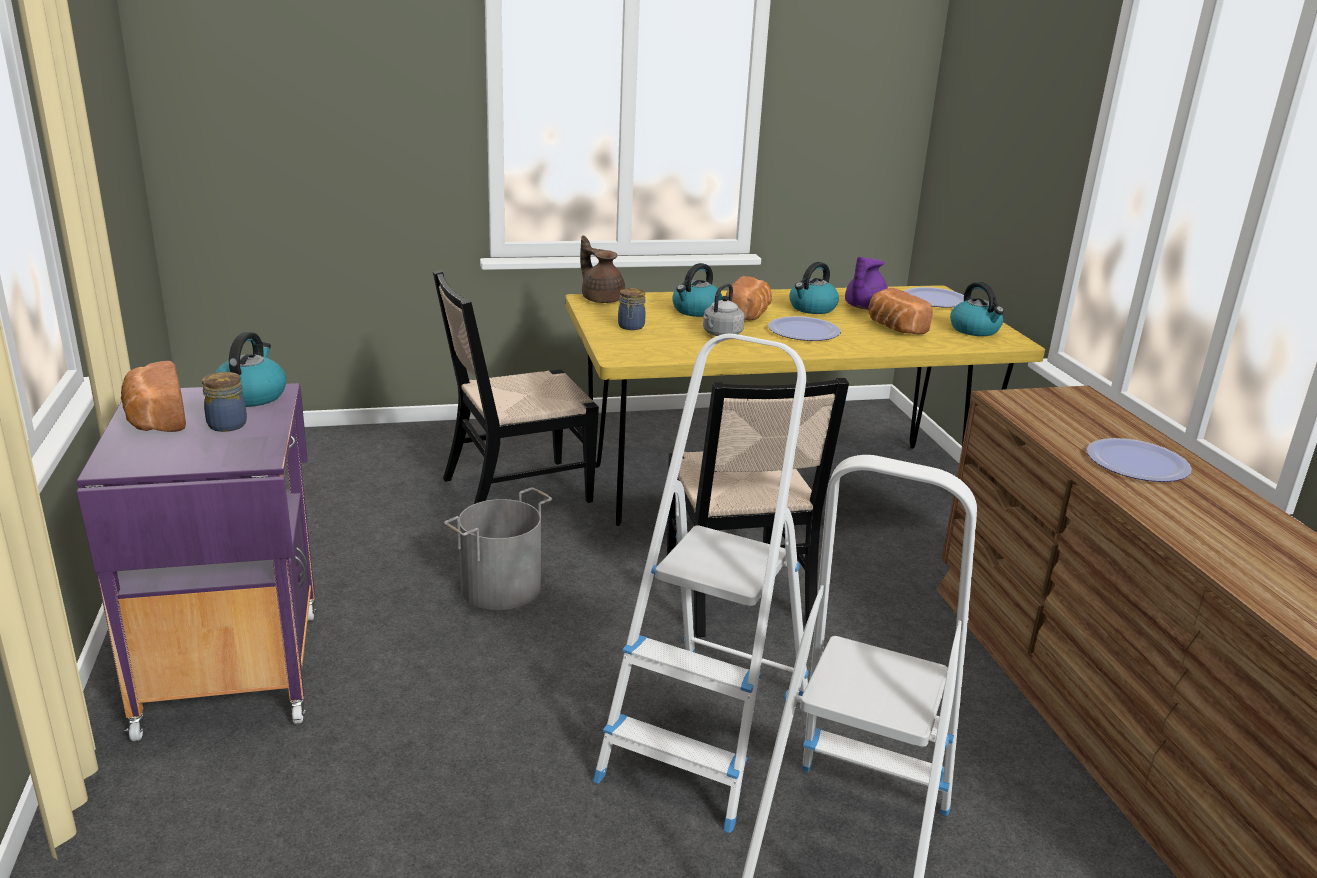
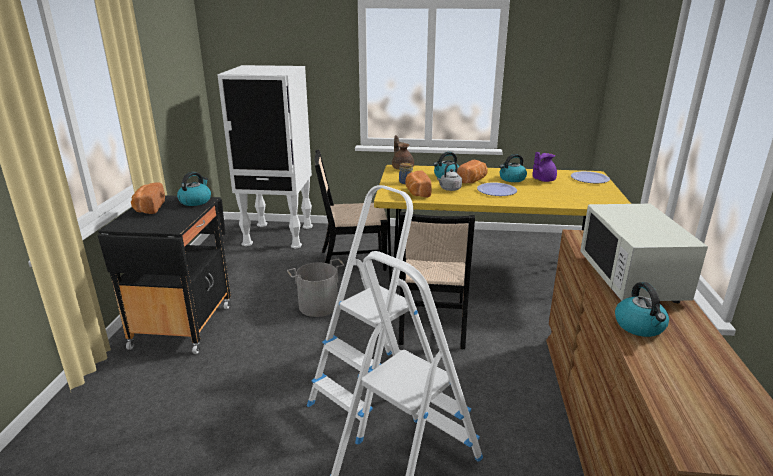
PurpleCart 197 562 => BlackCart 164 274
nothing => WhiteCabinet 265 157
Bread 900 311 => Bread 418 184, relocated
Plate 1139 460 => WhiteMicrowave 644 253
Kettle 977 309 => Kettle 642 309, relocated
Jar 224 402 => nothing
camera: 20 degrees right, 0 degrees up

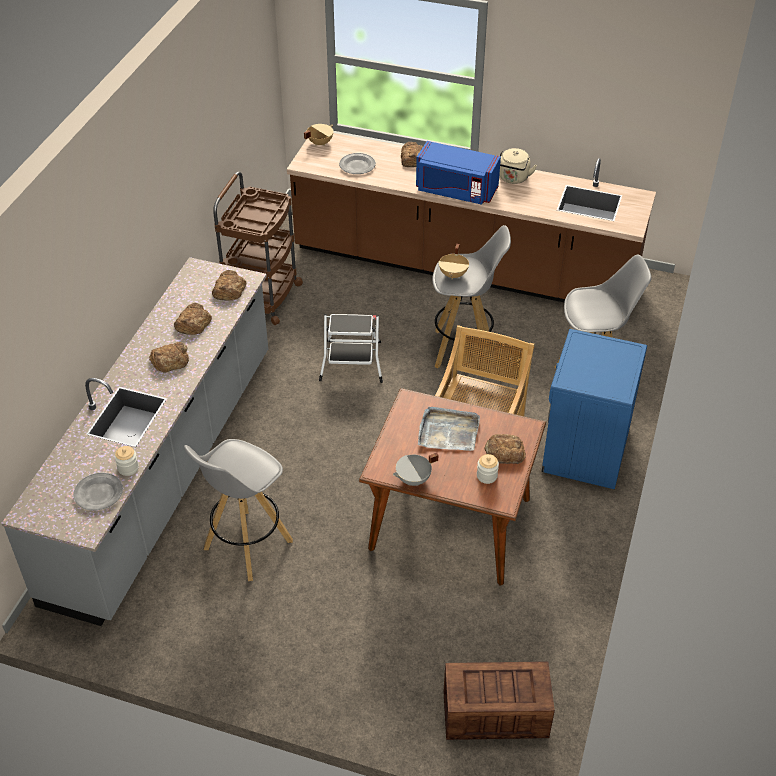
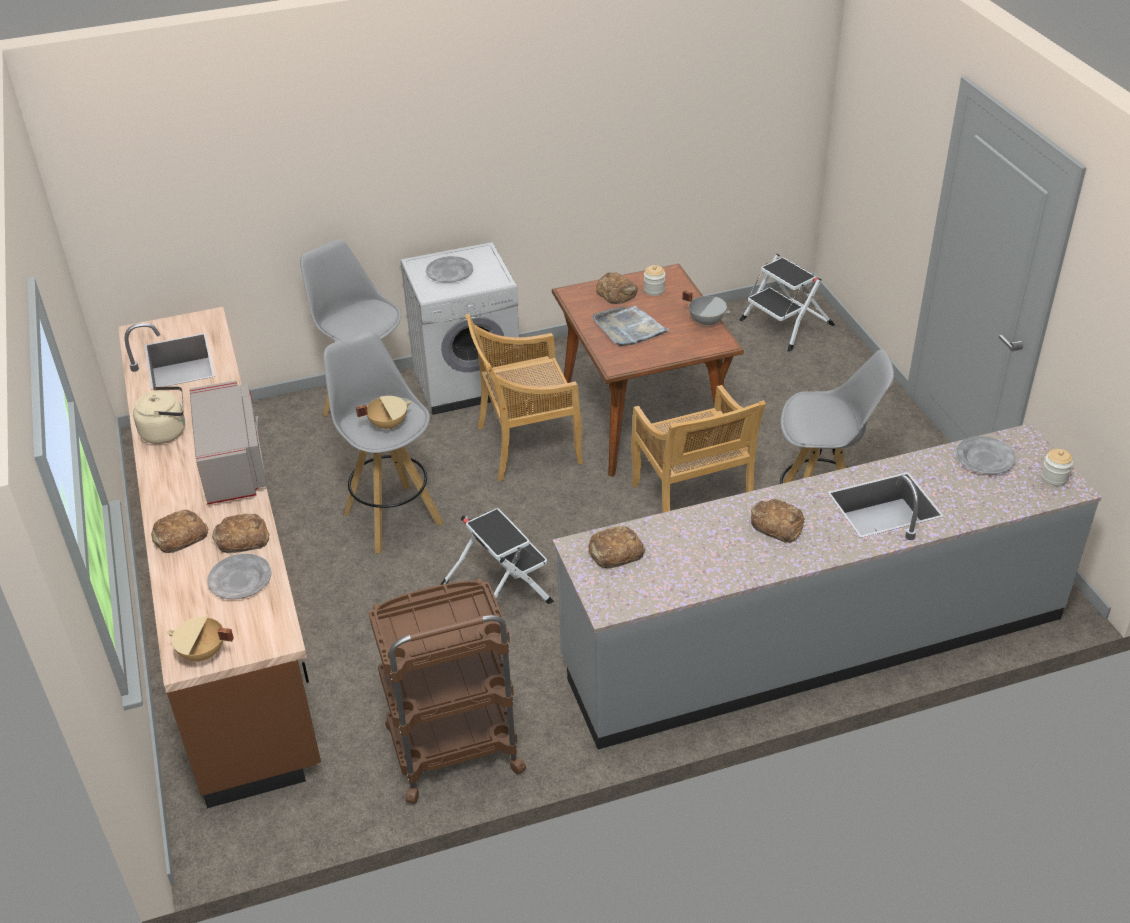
BlueMicrowave 458 173 => GreyMicrowave 228 442
Bread 193 319 => Bread 241 533, relocated
BlueWashingMachine 594 409 => WhiteWashingMachine 461 328
nothing => GreyPlate 449 269
nothing => BeigeChair 698 449
Crate 499 700 => StepLadder 787 303
Jar 126 461 => Jar 1057 467, relocated
camera: 125 degrees left, 5 degrees down

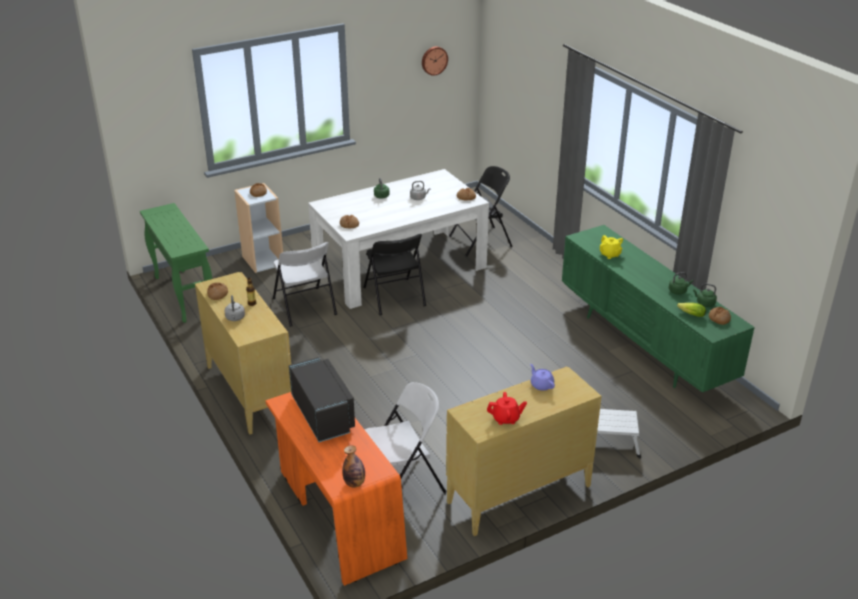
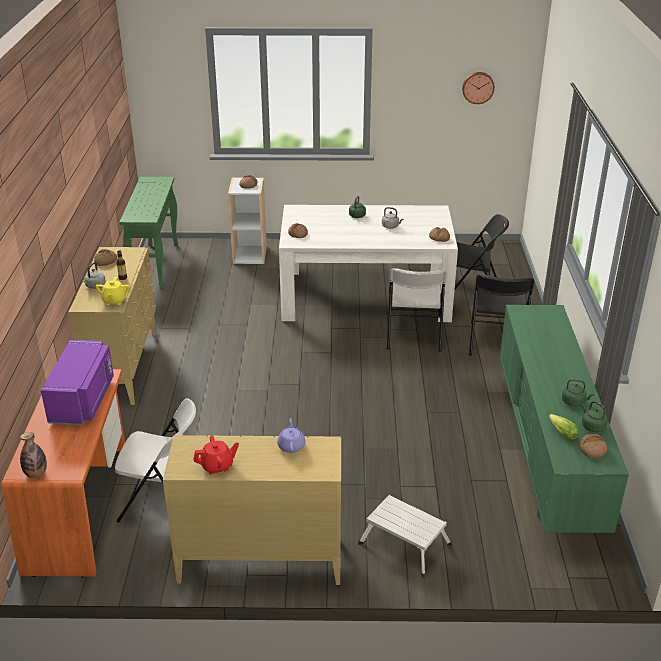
BlackMicrowave 322 399 => PurpleMicrowave 77 382
YellowTeapot 611 247 => YellowTeapot 112 291, relocated
RedTeapot 507 408 => RedTeapot 216 455, 45 degrees counterclockwise
WhiteChair 304 284 => WhiteChair 417 310, relocated
BlackChair 394 274 => BlackChair 501 315, relocated
camera: 30 degrees right, 0 degrees up

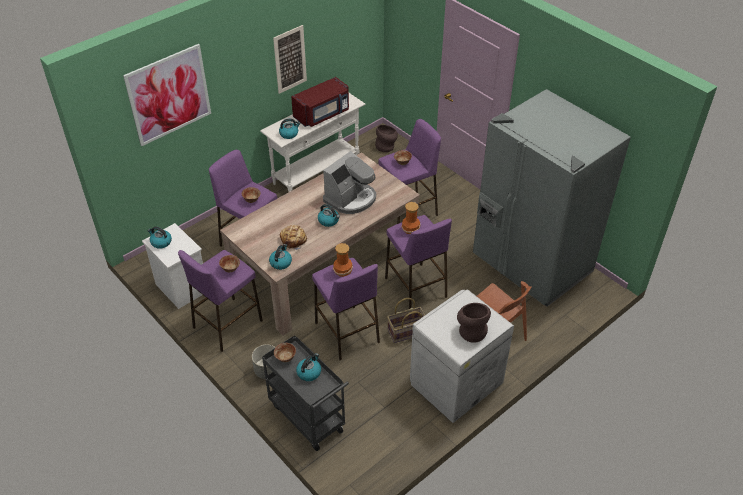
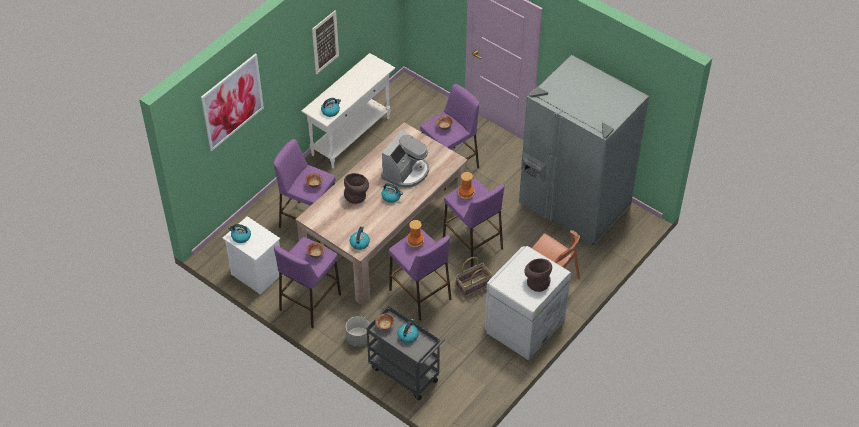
BrownVase 386 138 => BrownVase 356 188, relocated
Bread 293 238 => nothing
RedMicrowave 320 102 => nothing
camera: 10 degrees left, 5 degrees up

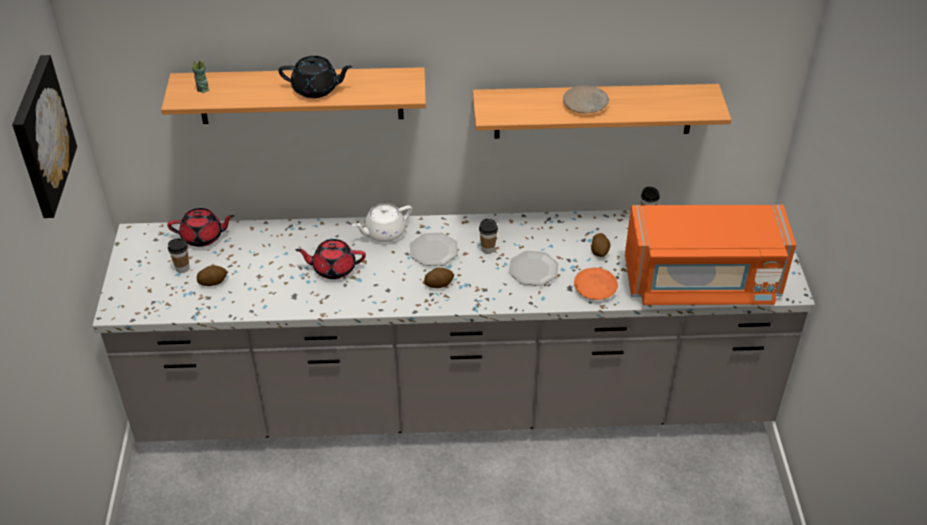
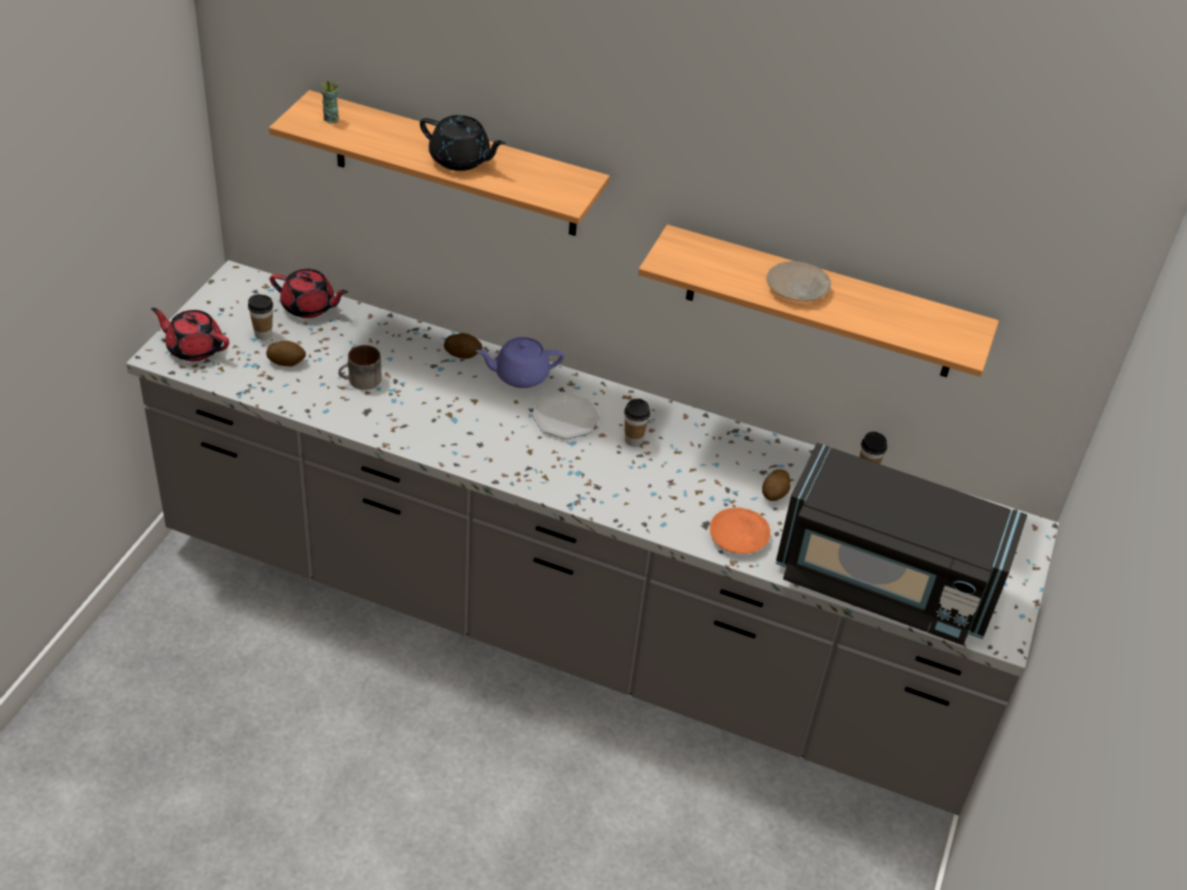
RedTeapot 331 259 => RedTeapot 190 334, relocated
nothing => Mug 360 367
Potato 439 278 => Potato 463 346, relocated
WhiteTeapot 382 222 => PurpleTeapot 520 362
OrangeMicrowave 710 255 => BlackMicrowave 901 544
Picture 44 136 => nothing
Plate 533 268 => nothing
camera: 20 degrees right, 0 degrees up

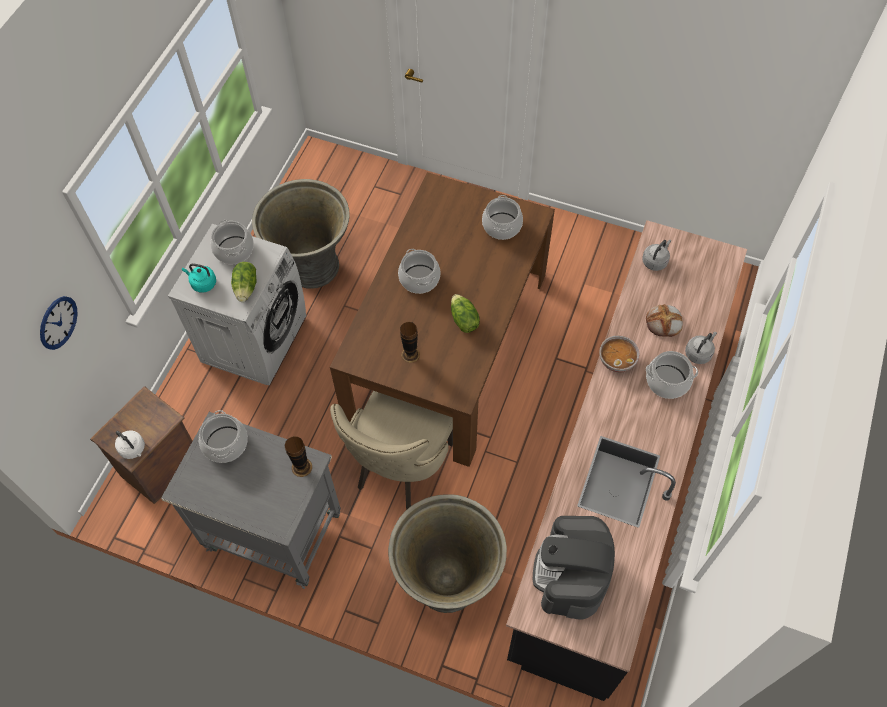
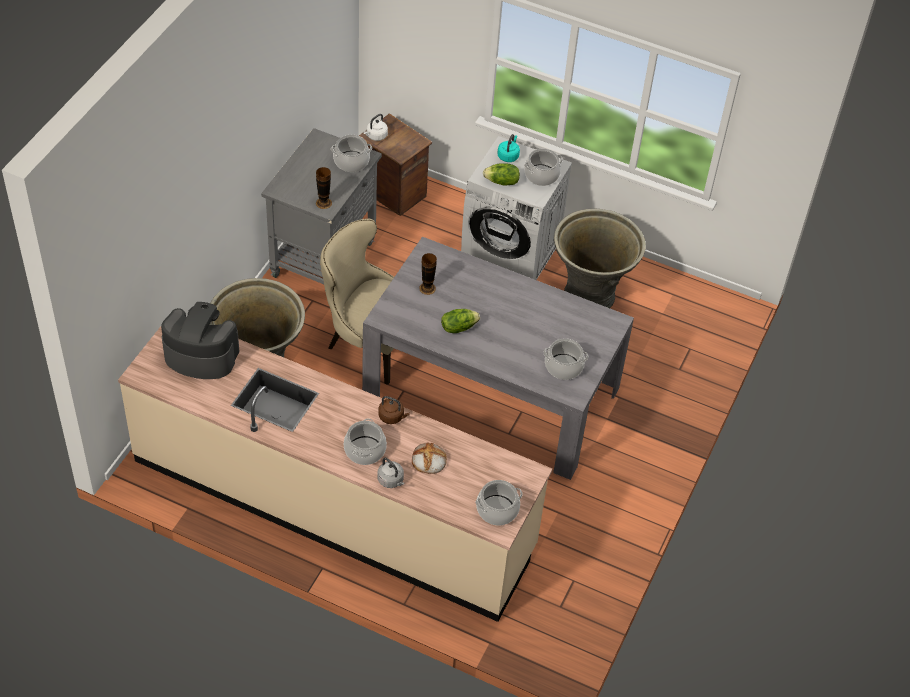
BlackCounter 626 460 => BeigeCounter 335 474
BrownDiningTable 442 319 => GreyDiningTable 498 358
Bowl 619 354 => BrownKettle 394 410
CookingPot 419 271 => CookingPot 499 502, relocated
WallClock 59 323 => nothing
GreyKettle 656 255 => nothing
camera: 90 degrees right, 10 degrees down

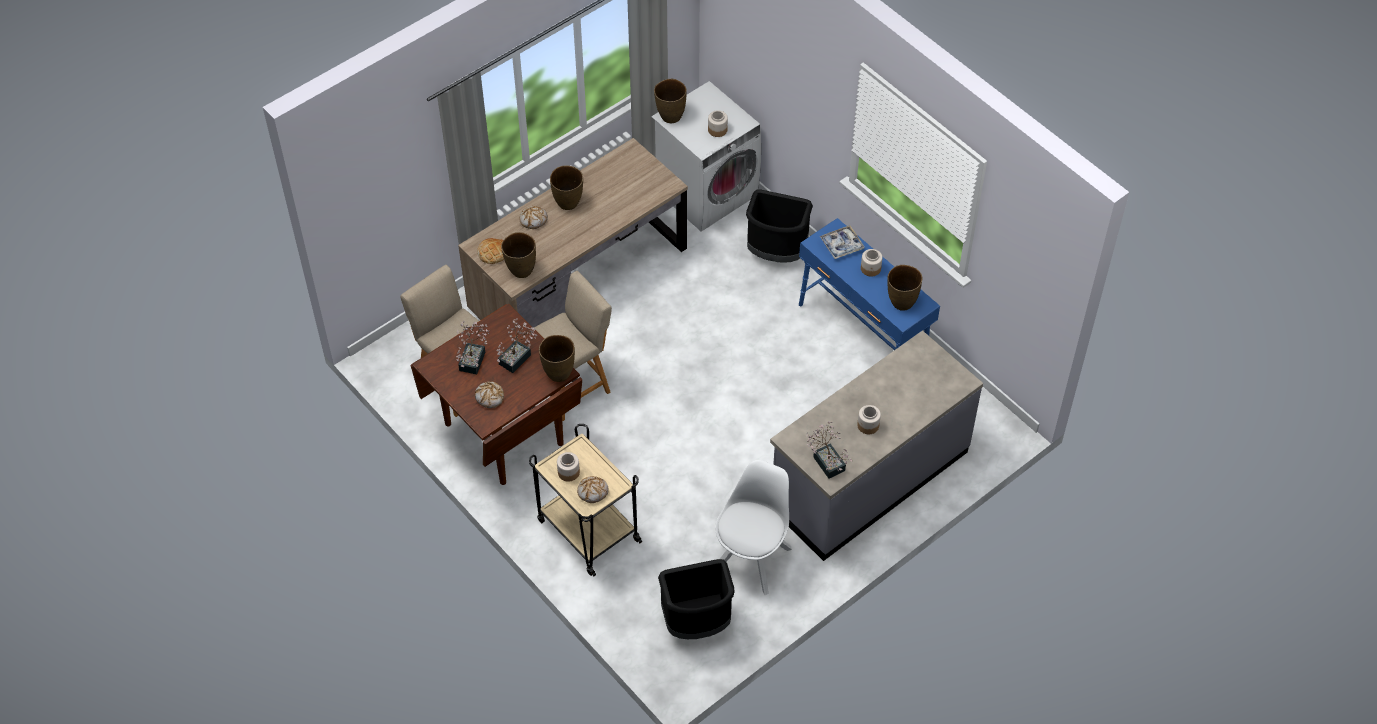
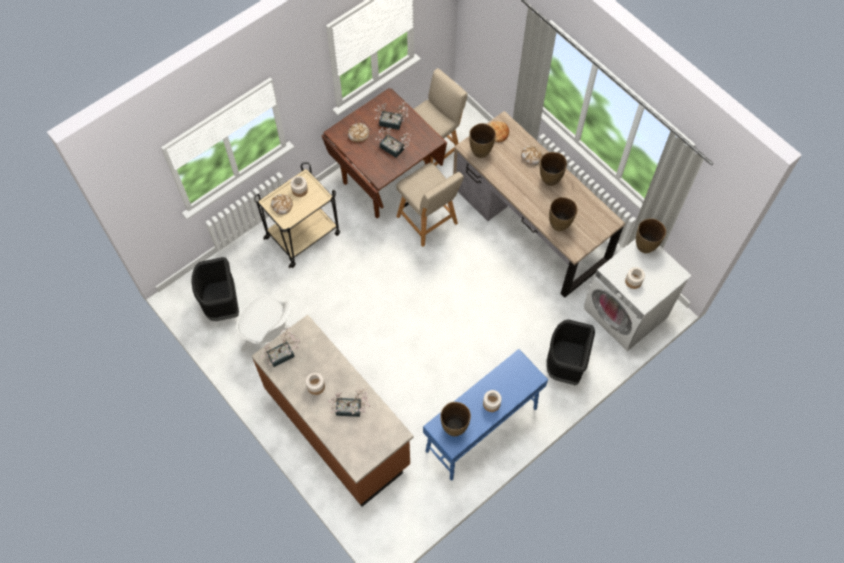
GreyCounter 876 446 => BrownCounter 333 411
nothing => PottedPlant 349 402
BrownVase 557 358 => BrownVase 563 214, relocated
Tray 842 242 => nothing
camera: 90 degrees right, 10 degrees up

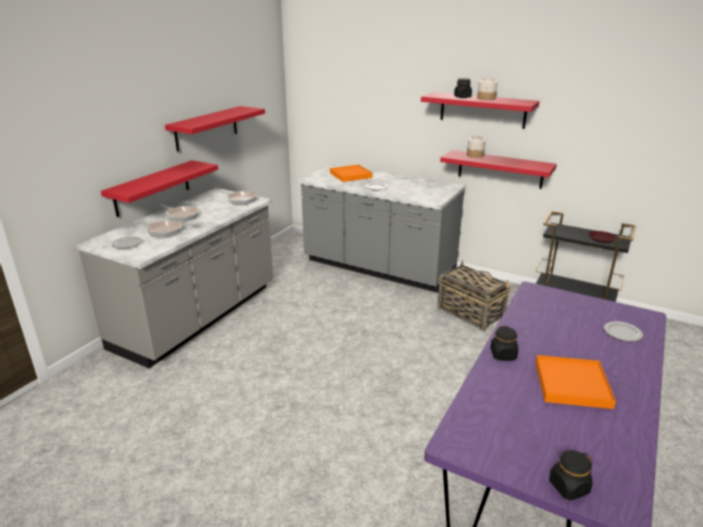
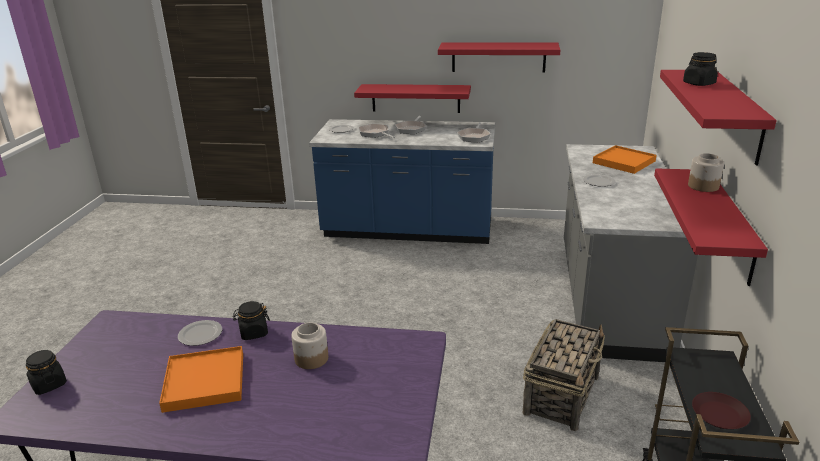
Plate 623 331 => Plate 200 333, relocated
Jar 487 88 => Jar 309 345, relocated
GreyCounter 175 278 => BlueCounter 402 181
camera: 70 degrees right, 0 degrees up

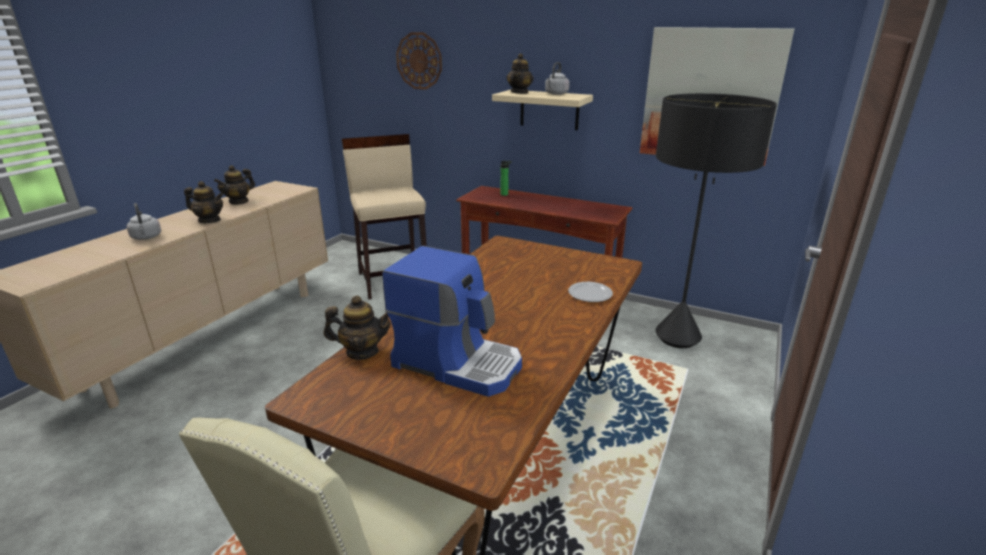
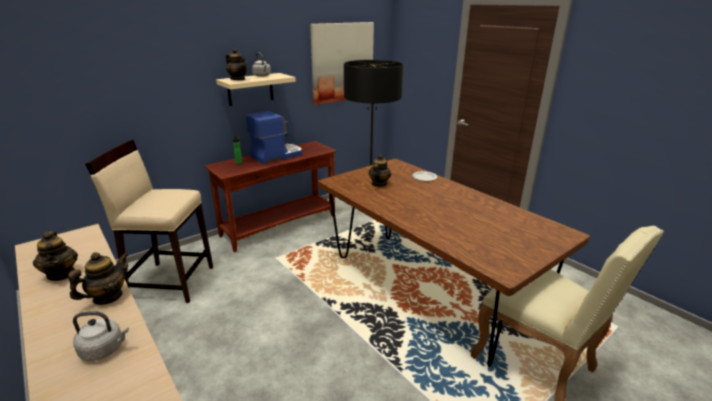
CoffeeMachine 452 321 => CoffeeMachine 274 137, relocated
Teapot 357 327 => Teapot 380 170, relocated
WallClock 419 61 => nothing
camera: 65 degrees left, 0 degrees up

